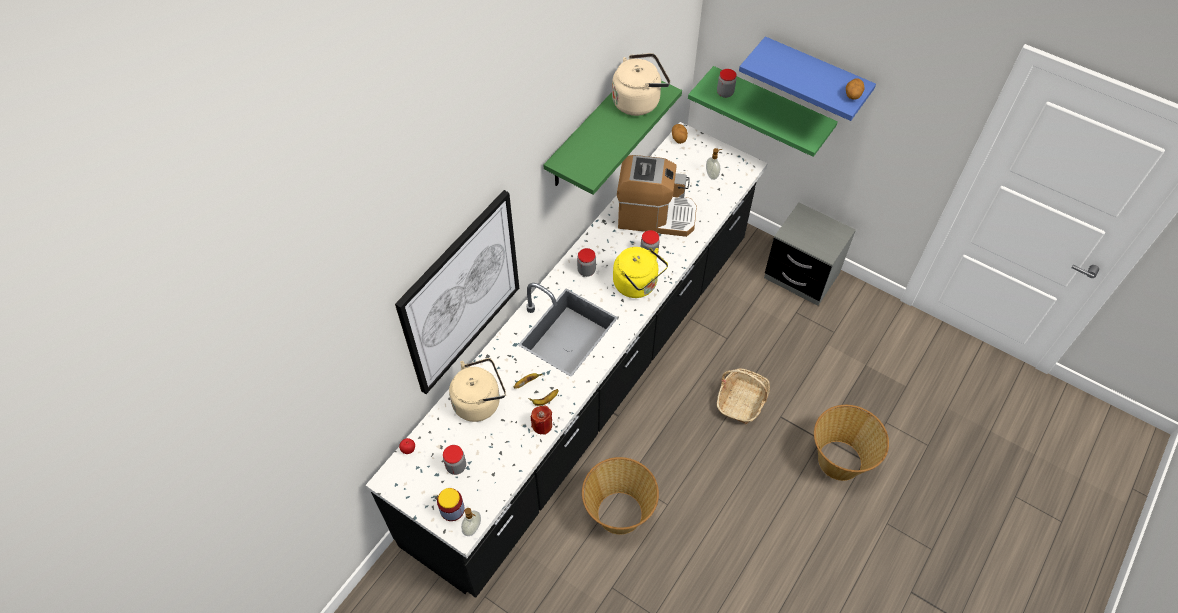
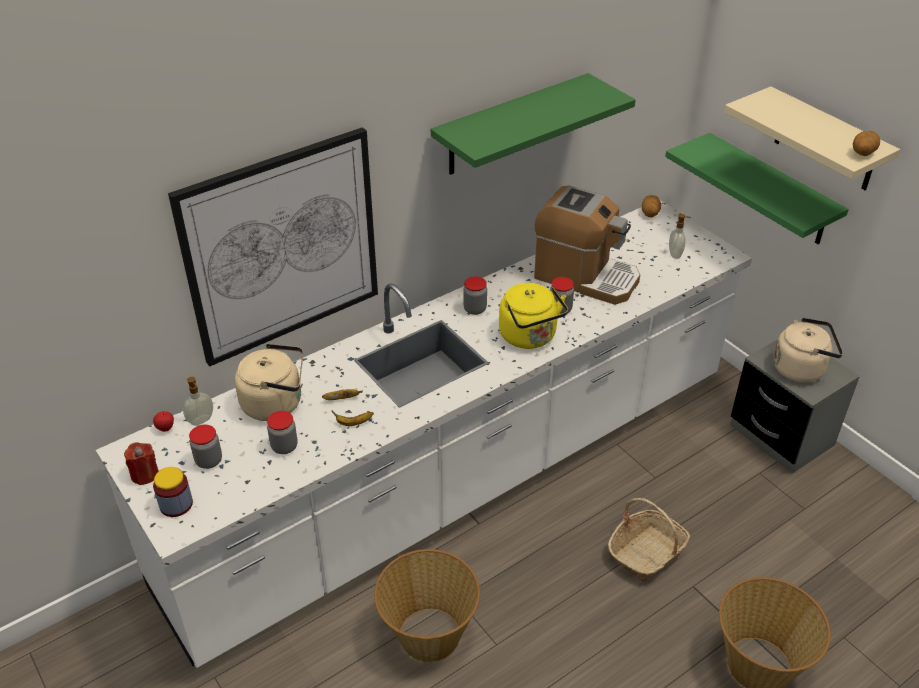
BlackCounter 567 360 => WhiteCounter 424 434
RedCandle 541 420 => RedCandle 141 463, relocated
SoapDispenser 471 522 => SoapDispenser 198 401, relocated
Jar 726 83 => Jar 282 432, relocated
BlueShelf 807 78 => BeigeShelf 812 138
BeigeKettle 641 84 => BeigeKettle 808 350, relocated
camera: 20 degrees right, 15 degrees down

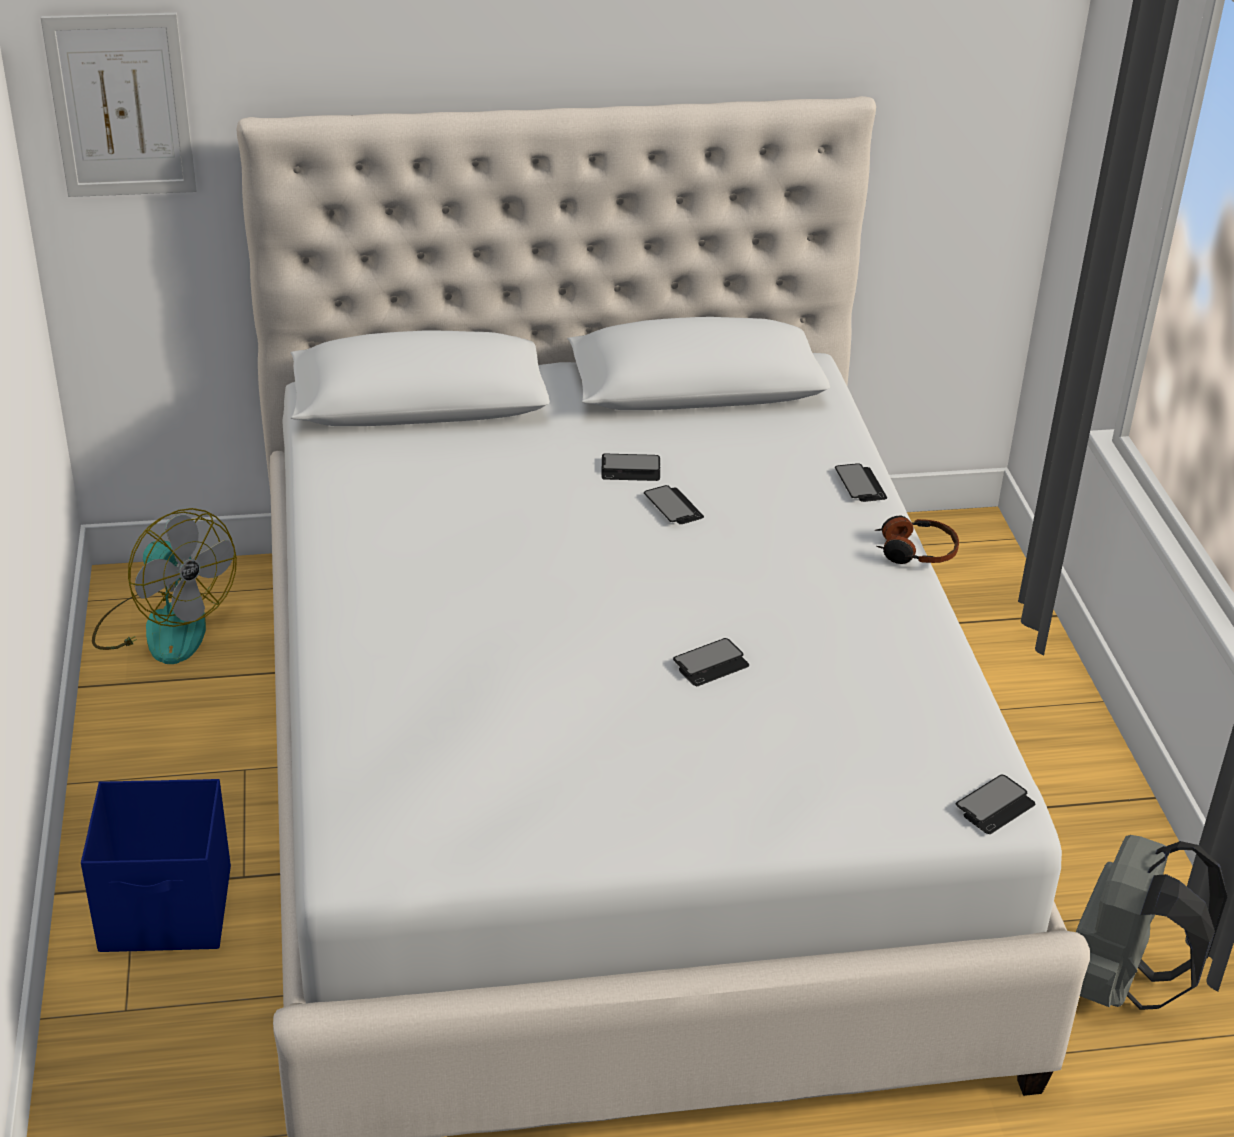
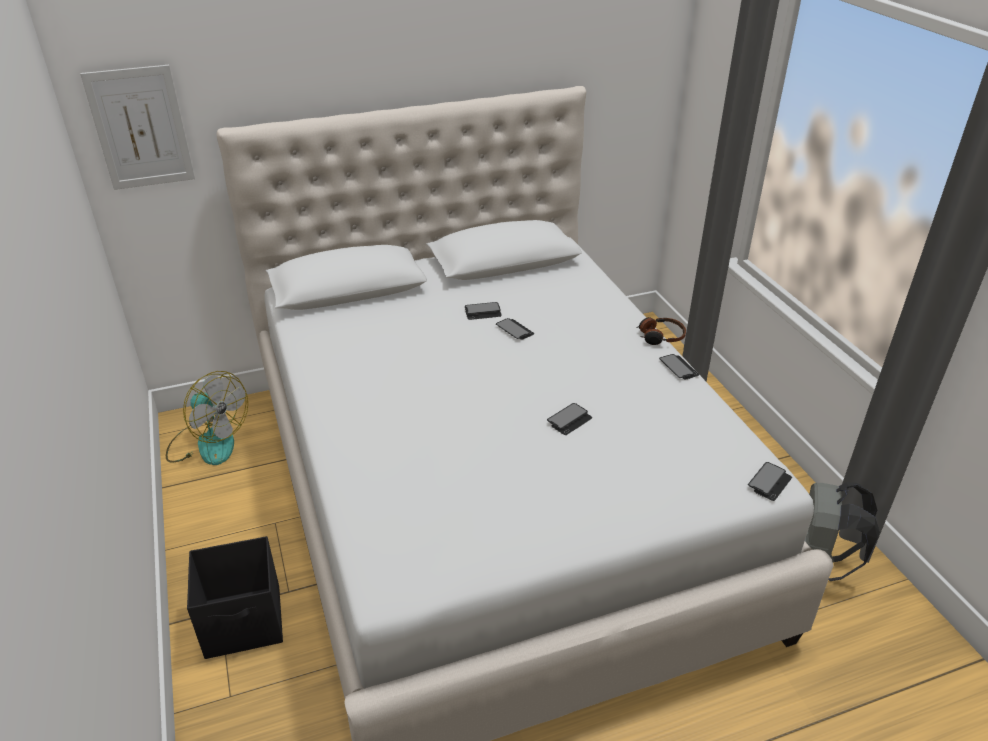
BlueStorageBox 156 865 => BlackStorageBox 235 597
Phone 861 482 => Phone 679 366, relocated
camera: 10 degrees left, 0 degrees up

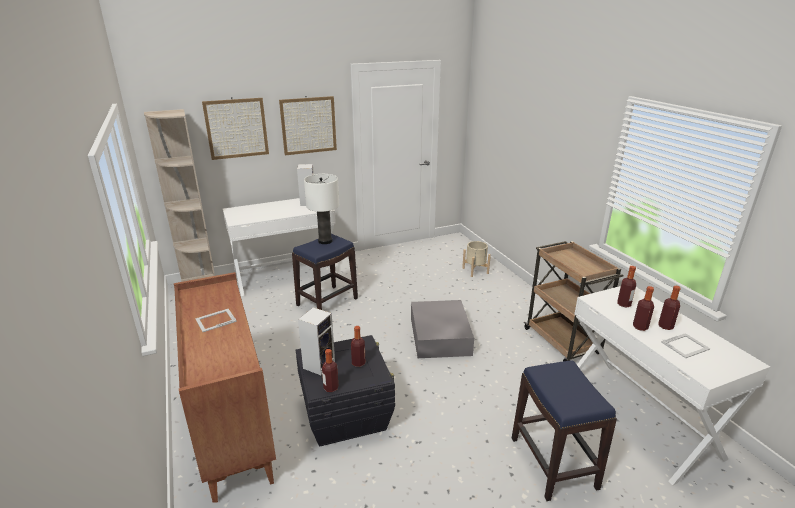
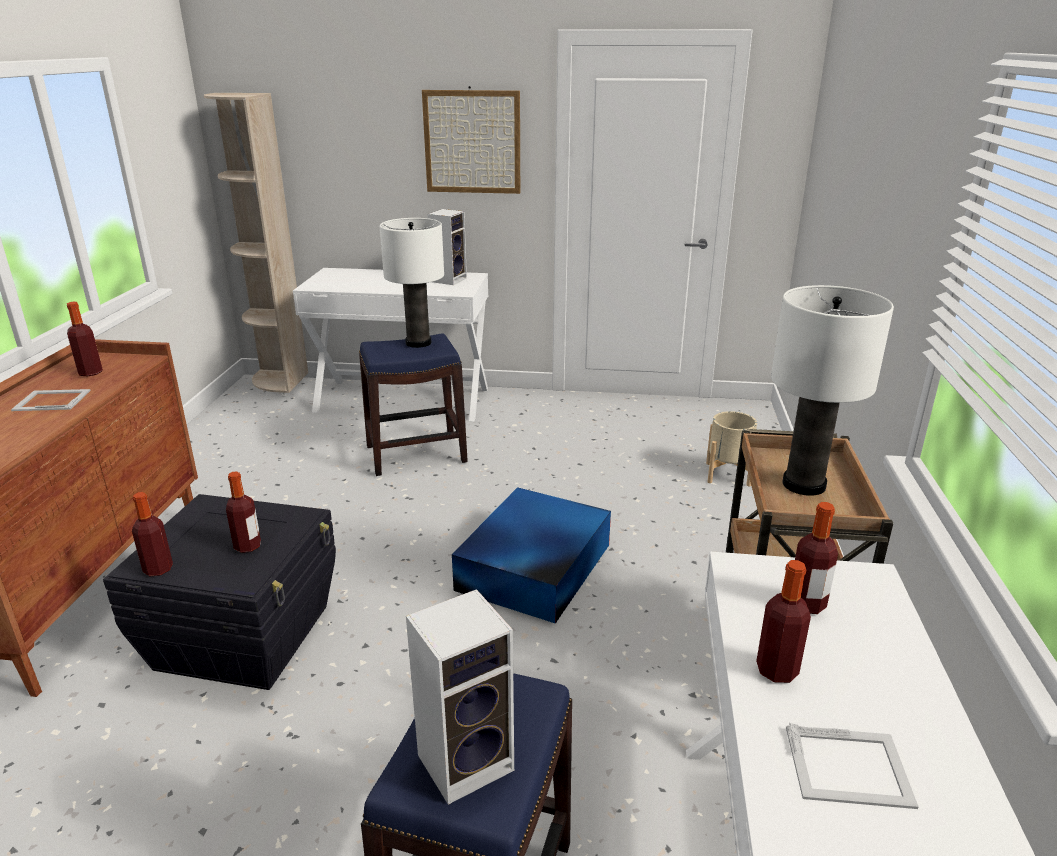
Bottle 669 308 => Bottle 85 339, relocated
Speaker 316 341 => Speaker 460 697, relocated
GreyStorageBox 442 329 => BlueStorageBox 531 555
nothing => WhiteTableLamp 832 390
Picture 235 128 => nothing
camera: 30 degrees right, 0 degrees up

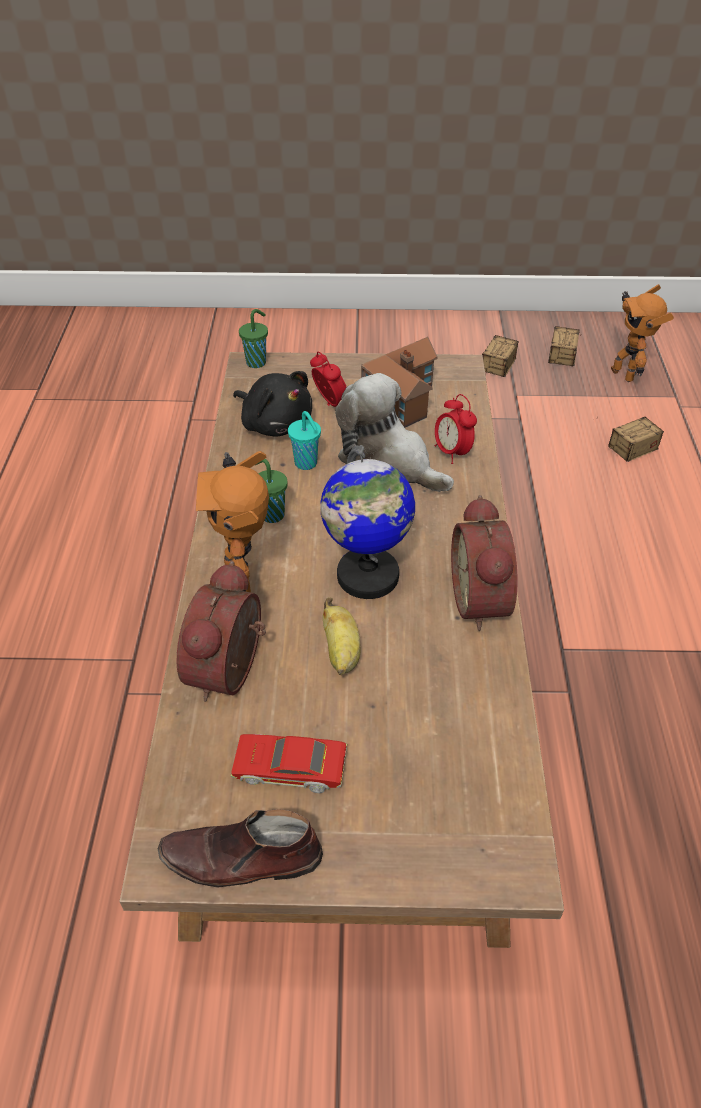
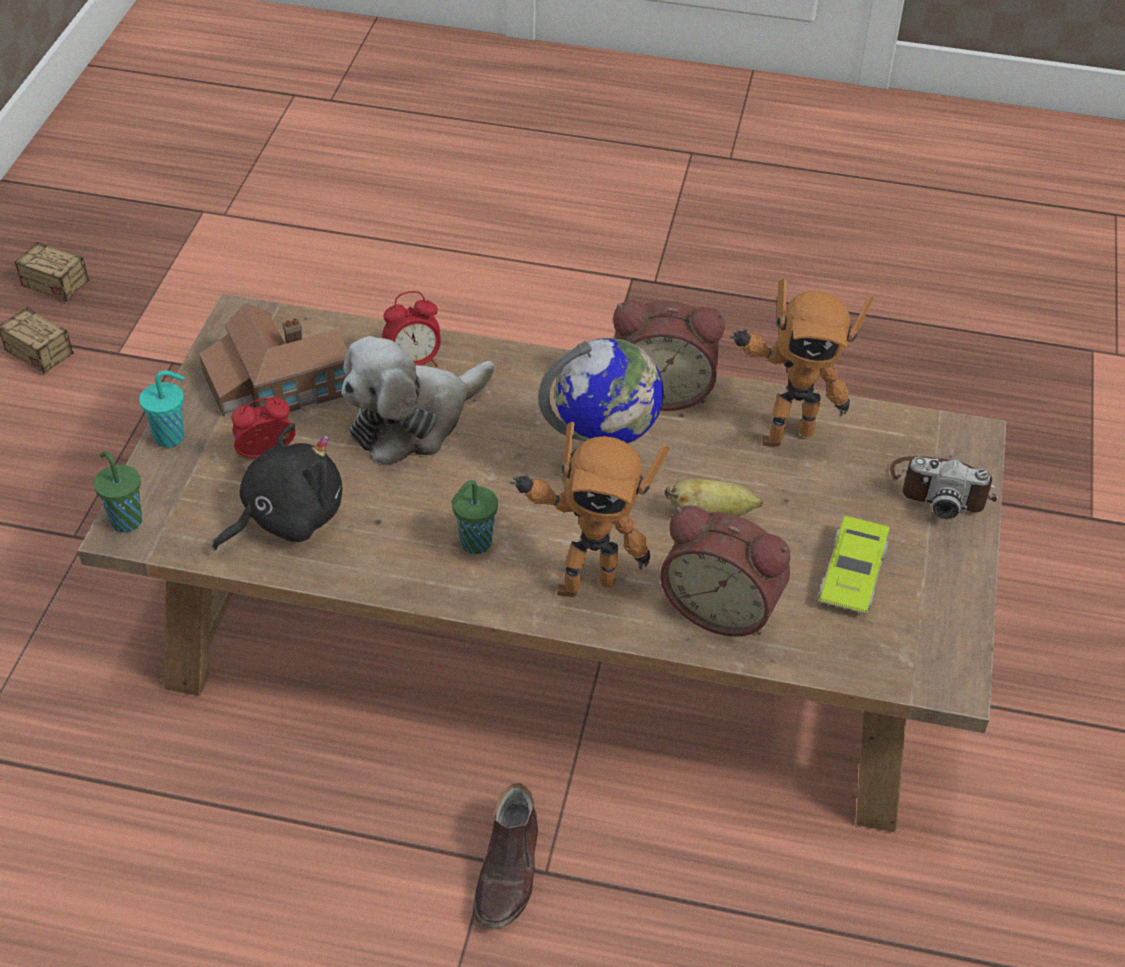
TurquoiseCup 304 440 => TurquoiseCup 161 409, relocated
BrownShoe 240 848 => BrownShoe 505 856, relocated
ToyRobot 642 333 => ToyRobot 801 362, relocated
RedToyCar 289 763 => GreenToyCar 854 565
nothing => PhotoCamera 943 487
StorageBox 630 439 => nothing
camera: 80 degrees left, 0 degrees up

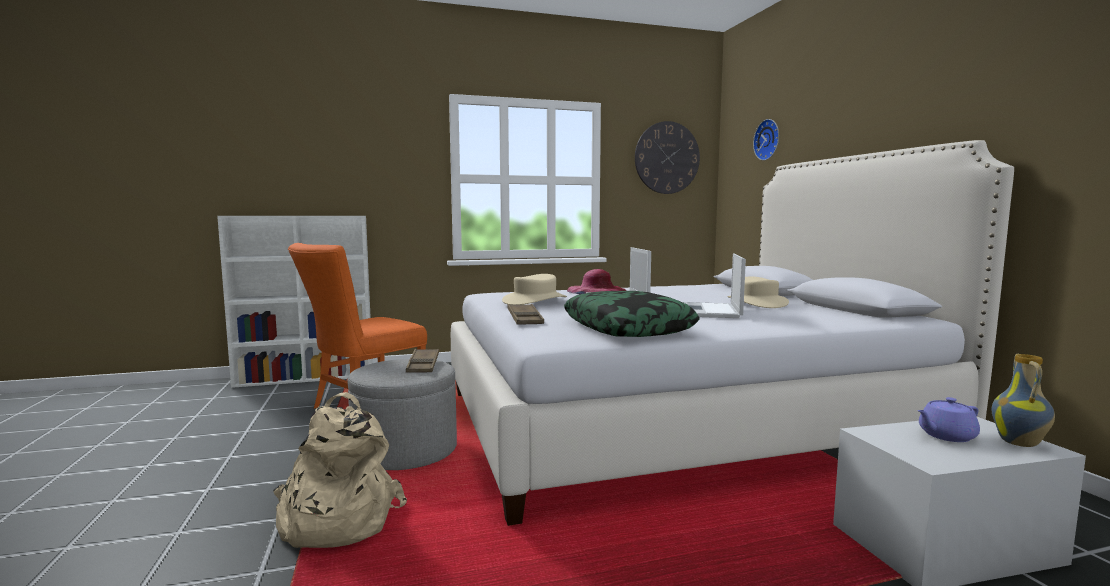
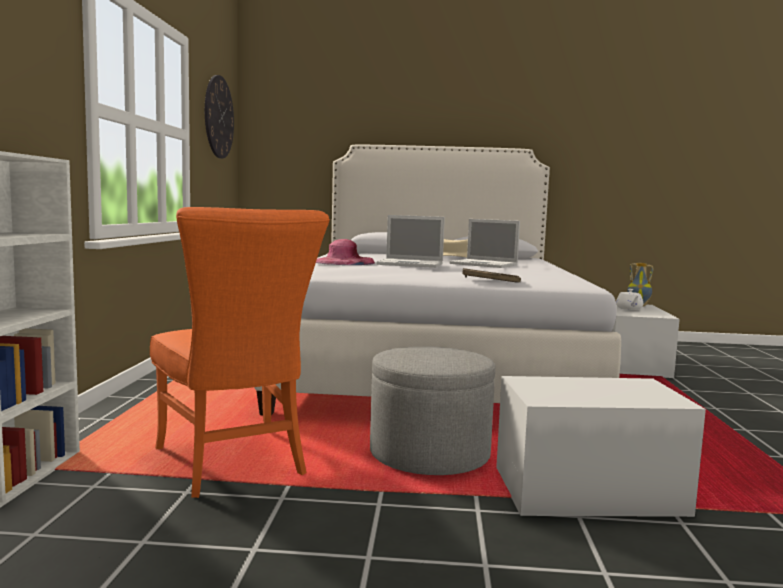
BeigeBackpack 340 470 => WhiteStorageBox 601 446
PurpleTeapot 948 419 => WhiteTeapot 629 299
BrownTray 422 361 => nothing
BeigeHat 534 289 => nothing
Pillow 632 314 => nothing
WallClock 766 140 => nothing
camera: 70 degrees left, 0 degrees up

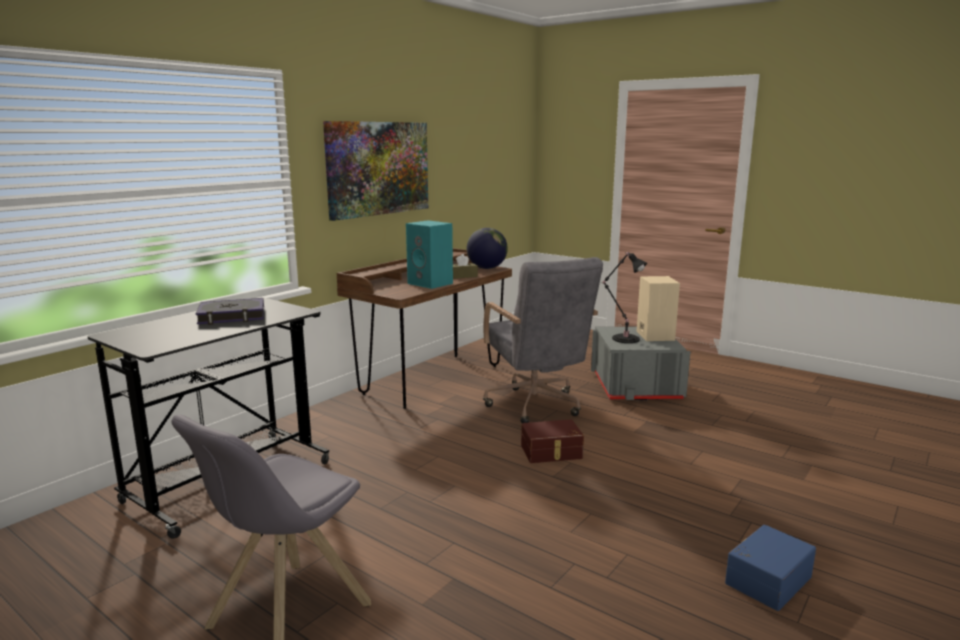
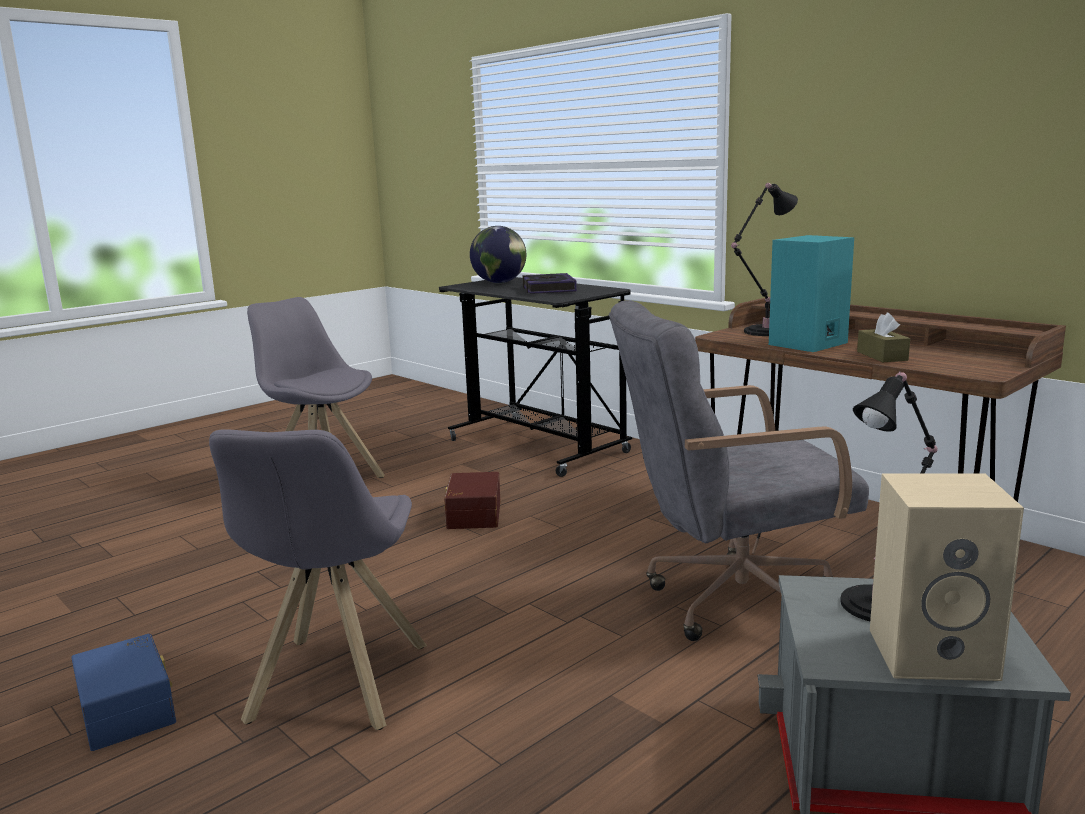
nothing => GreyChair 318 579
BrownStorageBox 552 441 => BrownStorageBox 472 500, relocated
Globe 487 248 => Globe 498 254, relocated
nothing => BlackTableLamp 764 259
Picture 375 171 => nothing
camera: 100 degrees right, 0 degrees up

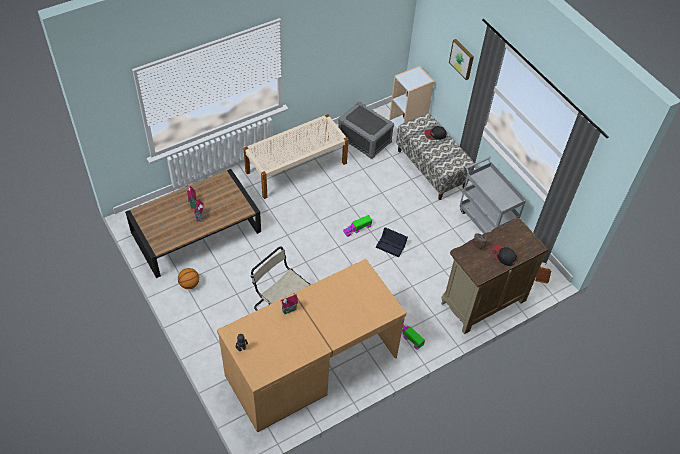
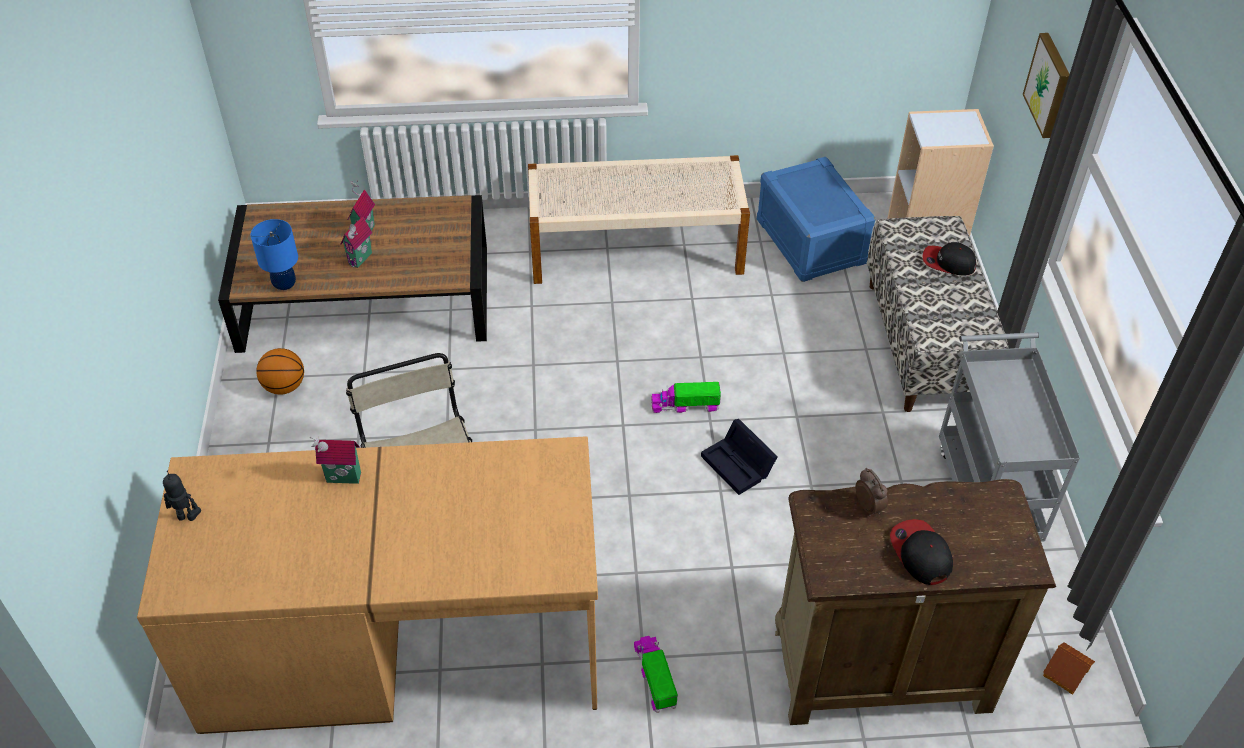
nothing => BlueTableLamp 274 254
GreyStorageBox 366 130 => BlueStorageBox 816 219
camera: 30 degrees right, 5 degrees down

